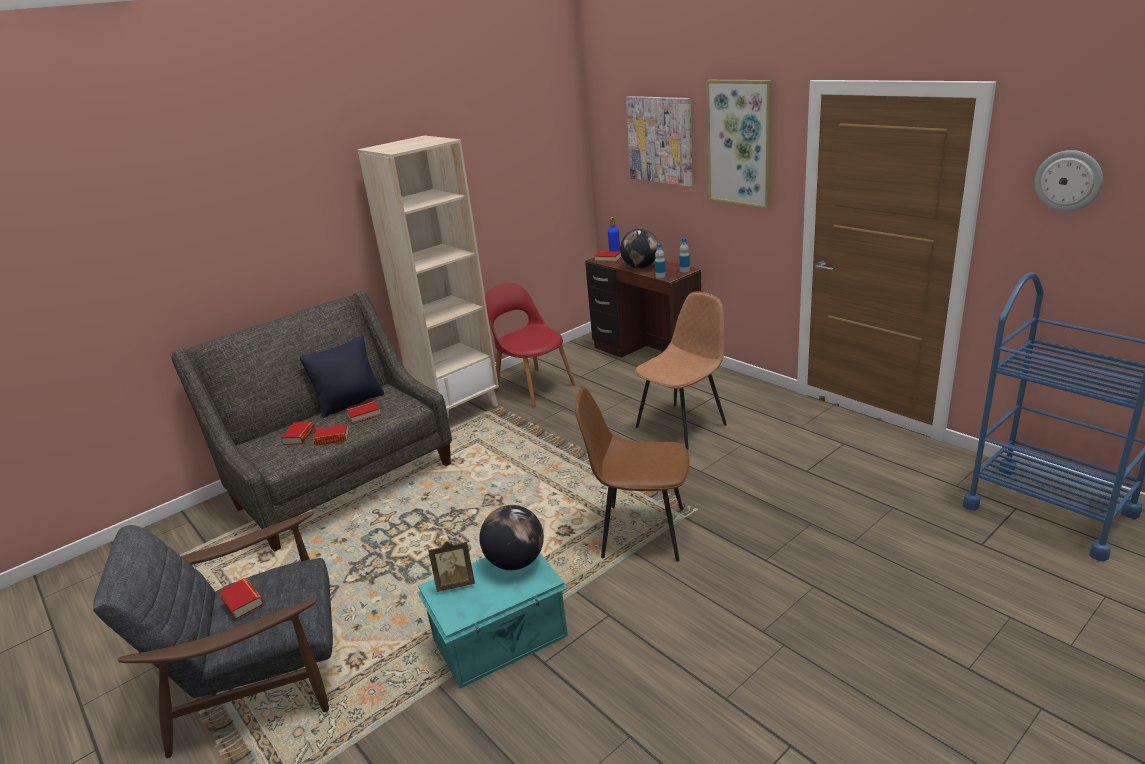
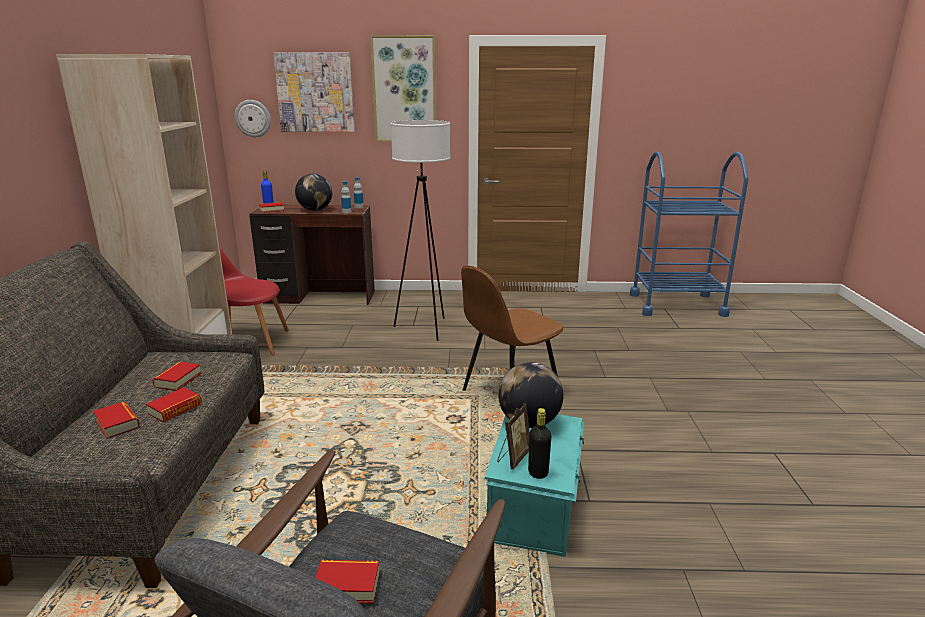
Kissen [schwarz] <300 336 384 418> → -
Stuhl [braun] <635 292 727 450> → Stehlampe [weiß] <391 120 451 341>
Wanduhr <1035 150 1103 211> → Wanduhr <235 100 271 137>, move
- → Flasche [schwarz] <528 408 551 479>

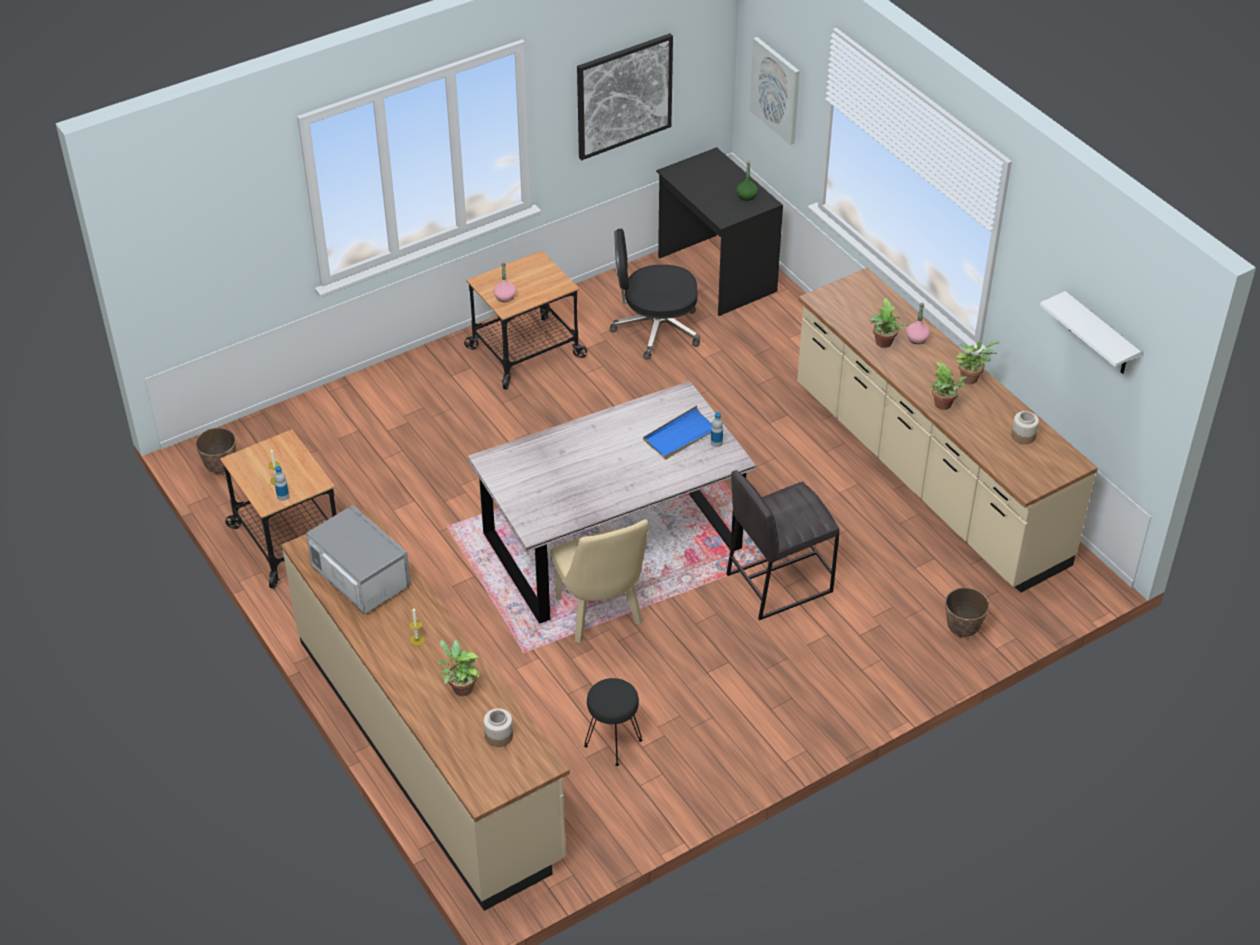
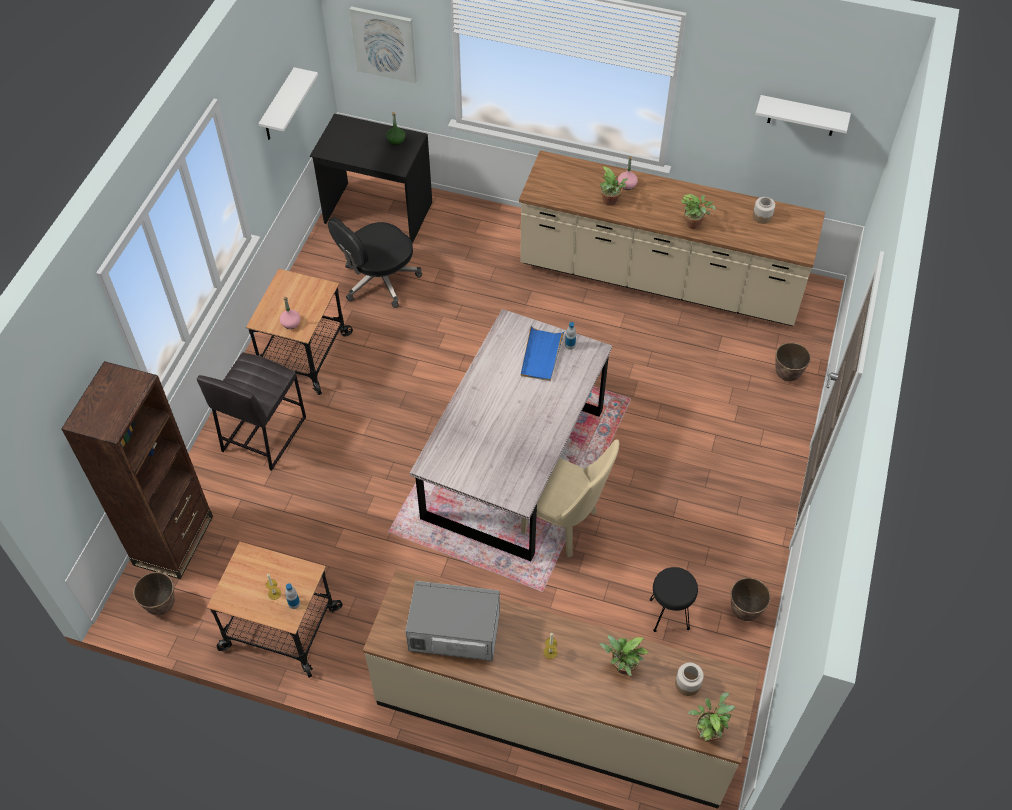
Bild <577 33 673 160> → Wandregal [weiß] <258 67 318 140>
Hocker [grau] <726 470 840 620> → Hocker [grau] <197 352 306 471>, move
Topfpflanze <956 340 999 384> → Topfpflanze <688 692 735 742>, move
- → Bücherregal [braun] <61 361 213 579>
- → Pflanzkübel <731 578 771 621>

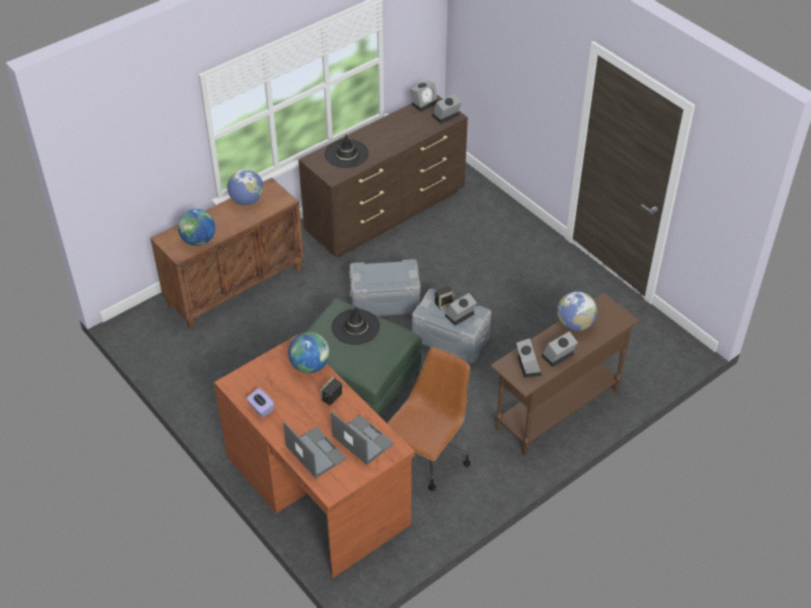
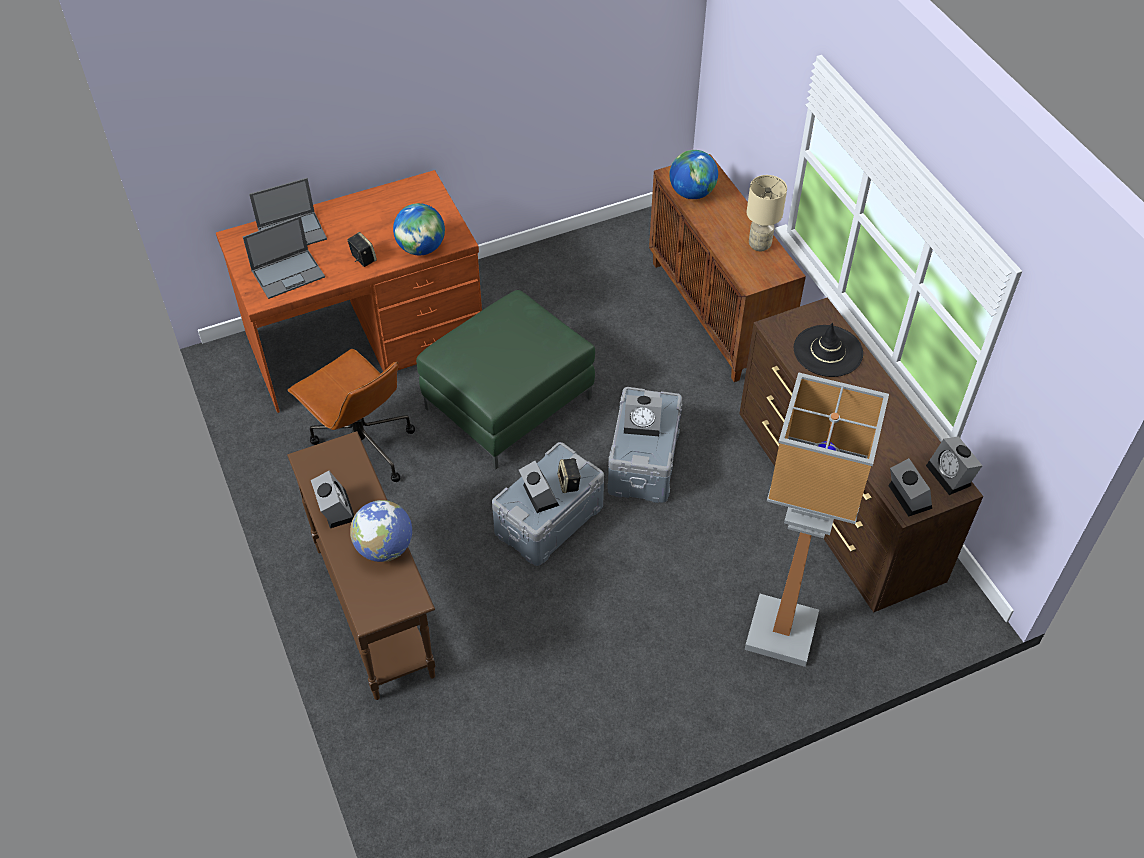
Globus <227 169 264 205> → Tischlampe [beige] <747 175 787 251>
Taschentuchbox [lila] <246 388 275 418> → -
Hut [schwarz] <332 307 380 345> → -
Wecker <516 338 542 378> → Wecker <624 395 662 436>, move
- → Stehlampe <744 372 889 667>

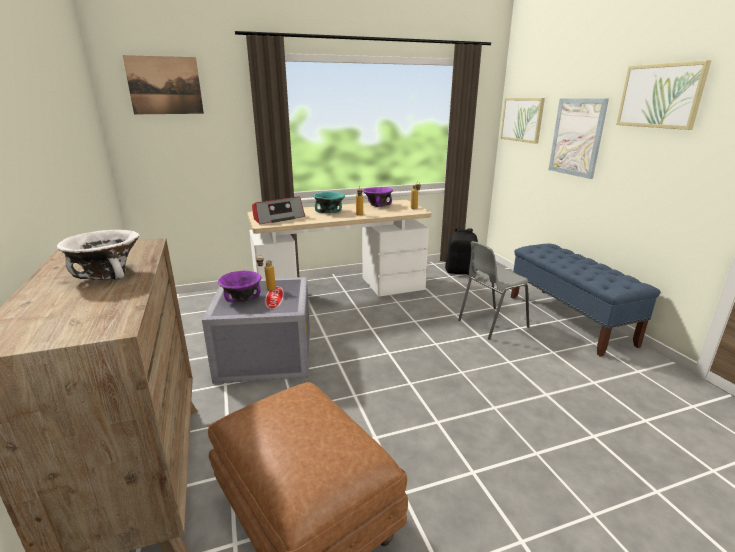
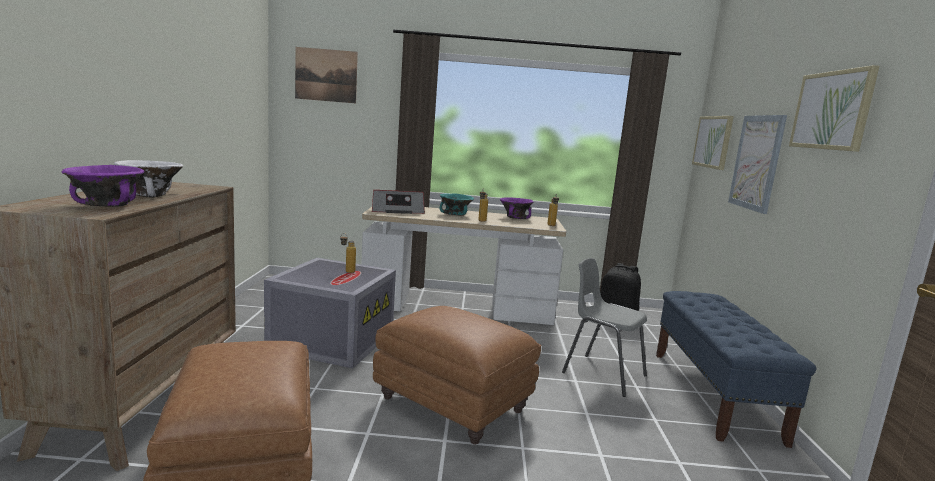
Schüssel [lila] <218 271 262 302> → Schüssel [lila] <62 165 144 207>, move
Stuhl [grau] <458 241 529 340> → Stuhl [grau] <562 258 647 397>, 45 degrees clockwise
- → Polsterhocker [braun] <373 306 541 444>

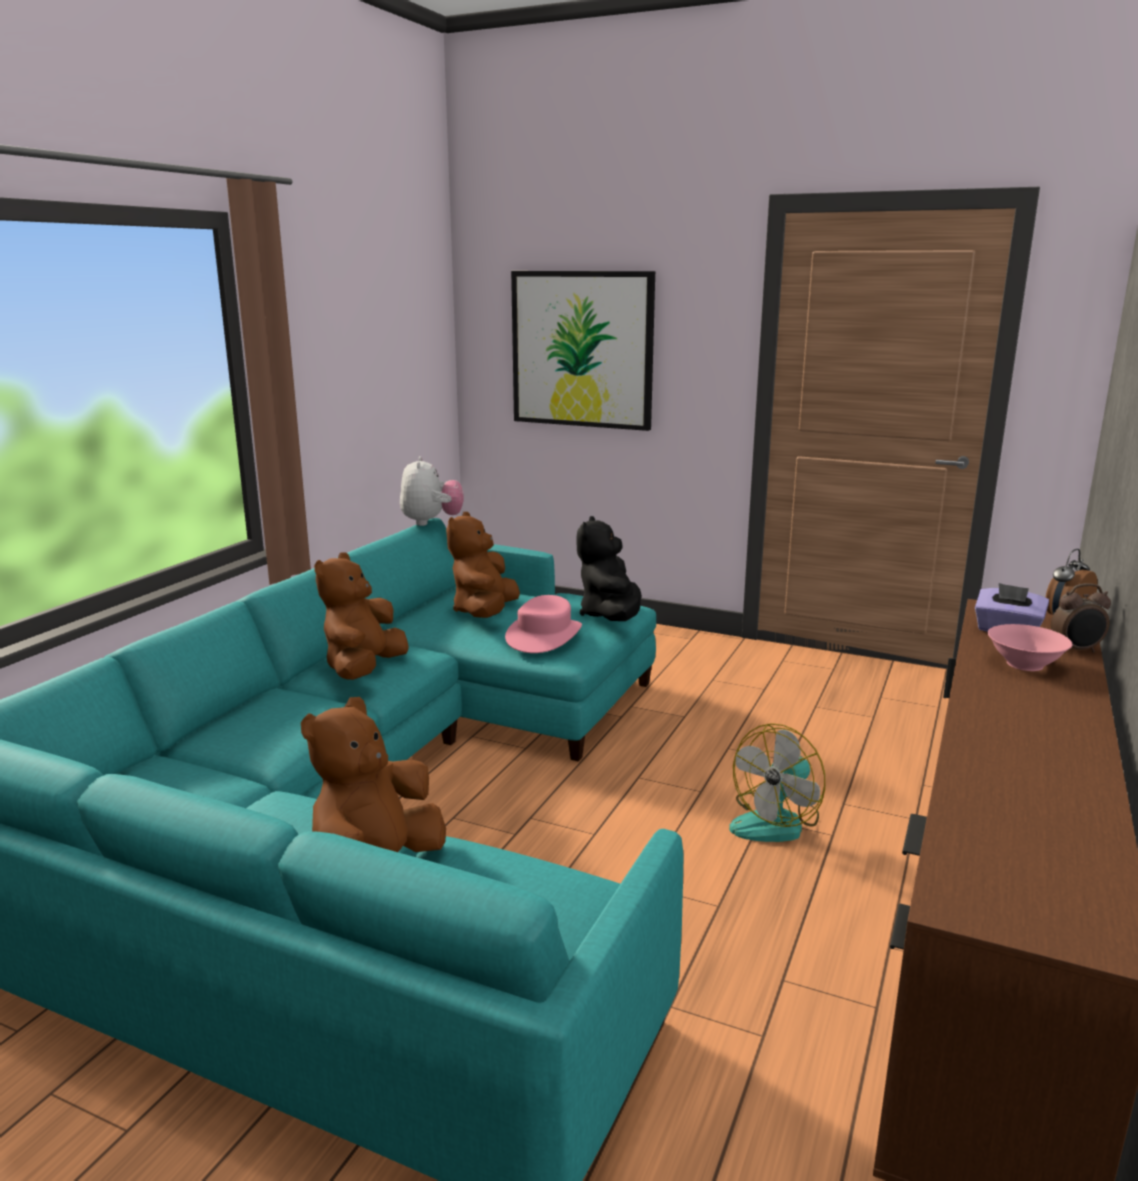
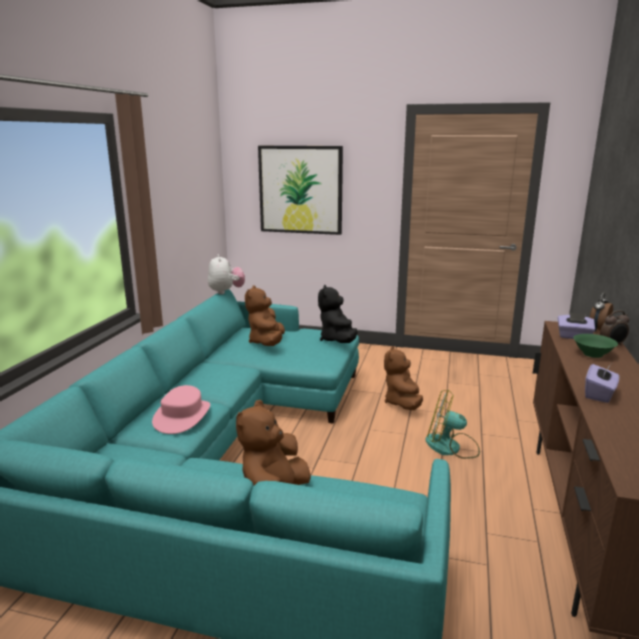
Plüschtier [braun] <314 552 409 680> → Plüschtier [braun] <384 346 423 410>, move
Hut [rosa] <505 595 582 653> → Hut [rosa] <152 385 210 434>, move
Ventilator <729 723 825 842> → Ventilator <426 390 480 459>, 75 degrees clockwise
Schüssel [rosa] <988 624 1073 671> → Schüssel [grün] <573 334 618 358>
- → Taschentuchbox [lila] <585 364 619 403>

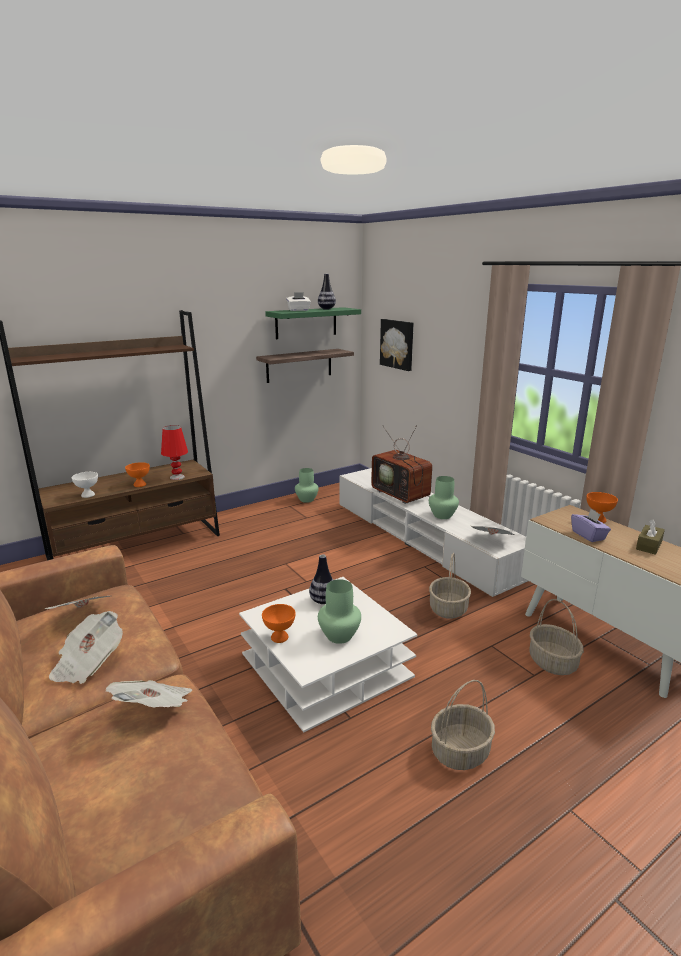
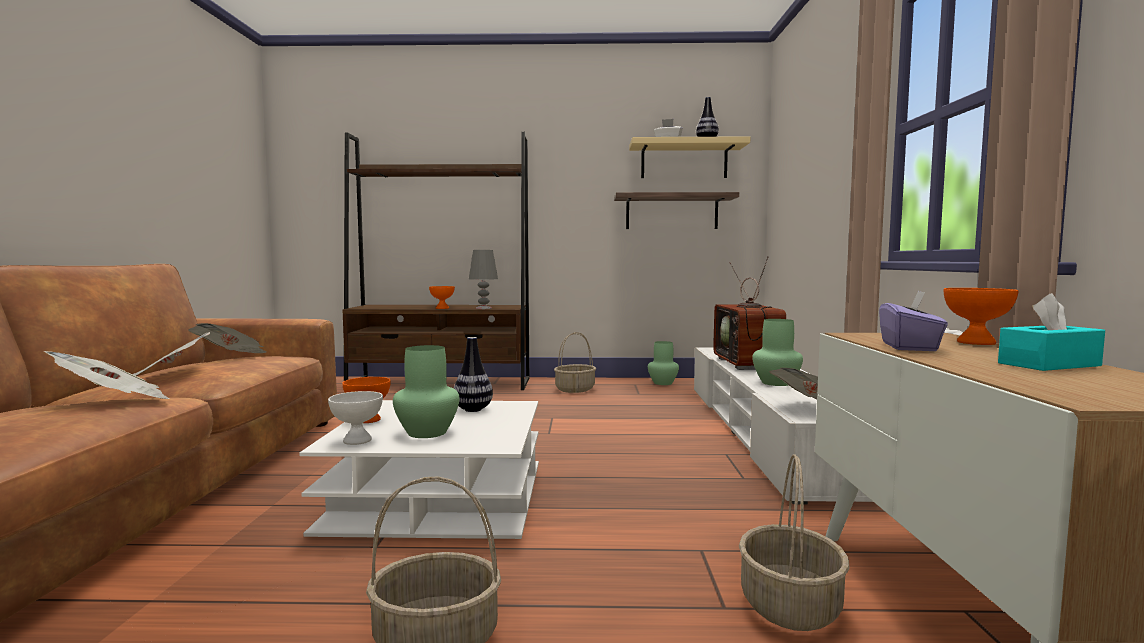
Schüssel [weiß] <72 472 98 498> → Schüssel [weiß] <328 391 383 445>, move
Tischlampe [rot] <161 425 188 480> → Tischlampe [grau] <469 250 498 309>
Wandregal [grün] <265 307 361 339> → Wandregal [beige] <629 136 750 178>
Bild <380 319 414 371> → -
Korb <429 553 471 619> → Korb <554 332 596 393>, move
Taschentuchbox [braun] <636 519 665 555> → Taschentuchbox [türkis] <998 293 1105 371>

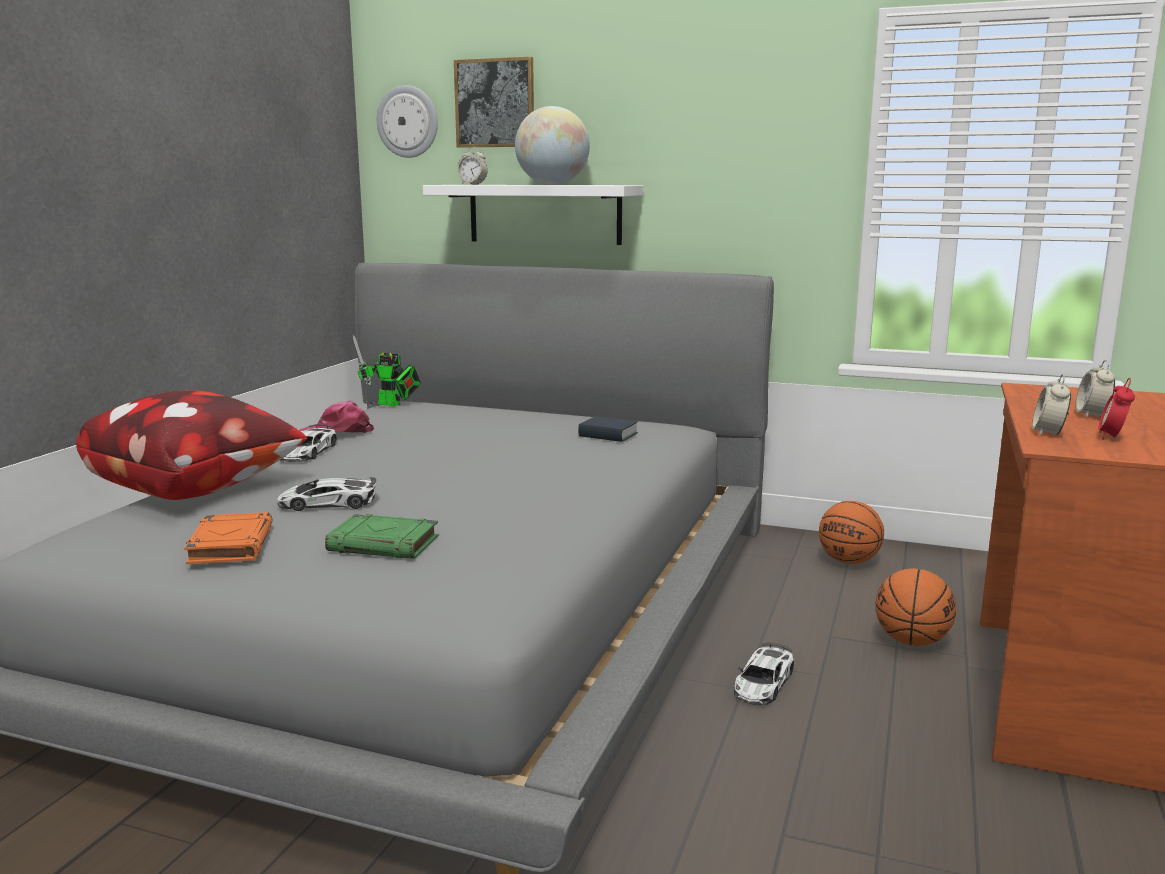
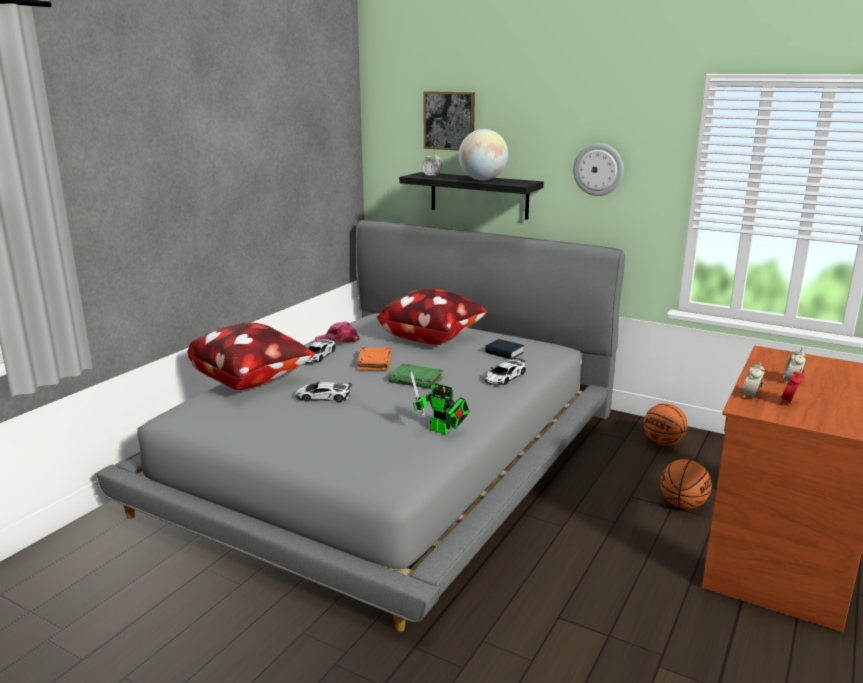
Buch [orange] <184 512 273 564> → Buch [orange] <357 347 392 370>, move
Buch [grün] <325 514 438 559> → Buch [grün] <389 364 443 389>, move
Spielzeugroboter <353 335 421 406> → Spielzeugroboter <410 371 470 435>, move
Wanduhr <377 85 438 158> → Wanduhr <573 143 624 196>, move
Wandregal [weiß] <423 185 643 245> → Wandregal [schwarz] <399 172 544 220>
Spielzeugauto <734 643 794 705> → Spielzeugauto <485 358 526 386>, move
- → Kissen <376 288 488 345>

